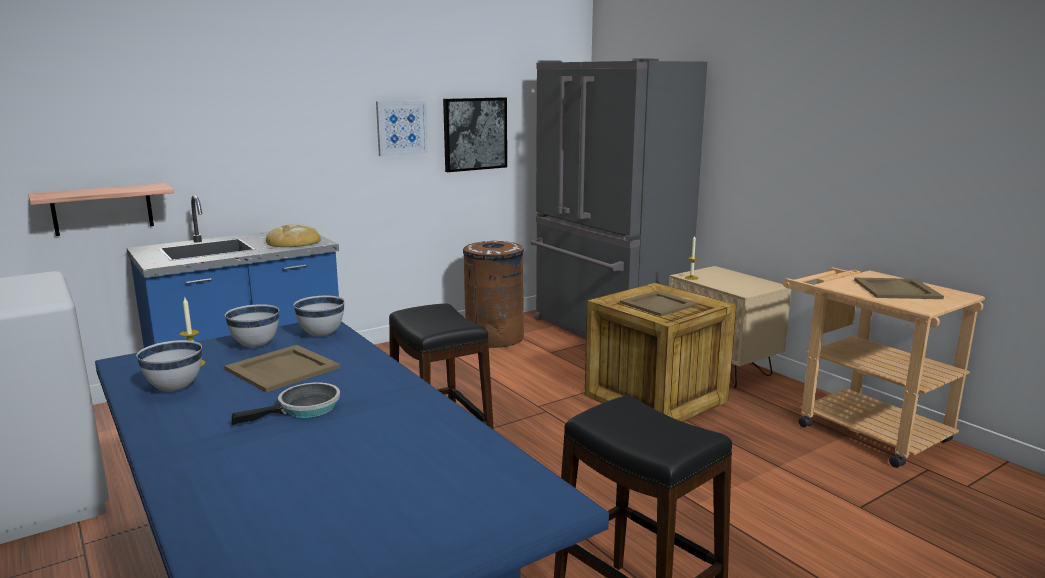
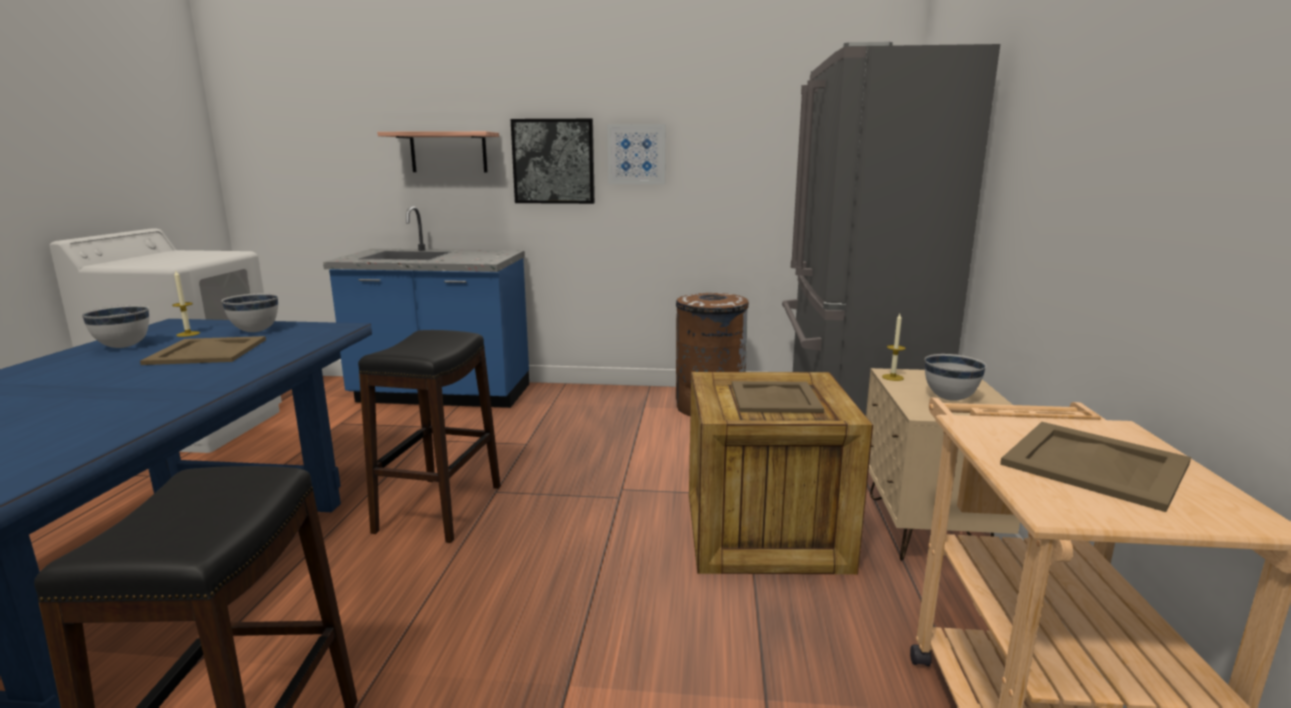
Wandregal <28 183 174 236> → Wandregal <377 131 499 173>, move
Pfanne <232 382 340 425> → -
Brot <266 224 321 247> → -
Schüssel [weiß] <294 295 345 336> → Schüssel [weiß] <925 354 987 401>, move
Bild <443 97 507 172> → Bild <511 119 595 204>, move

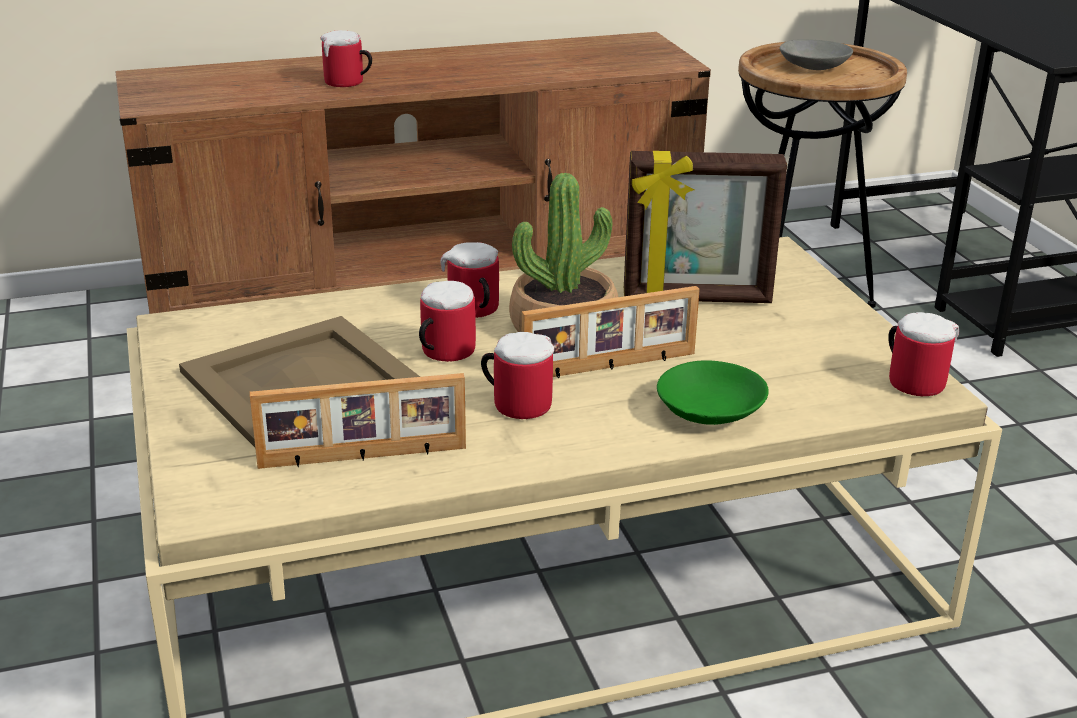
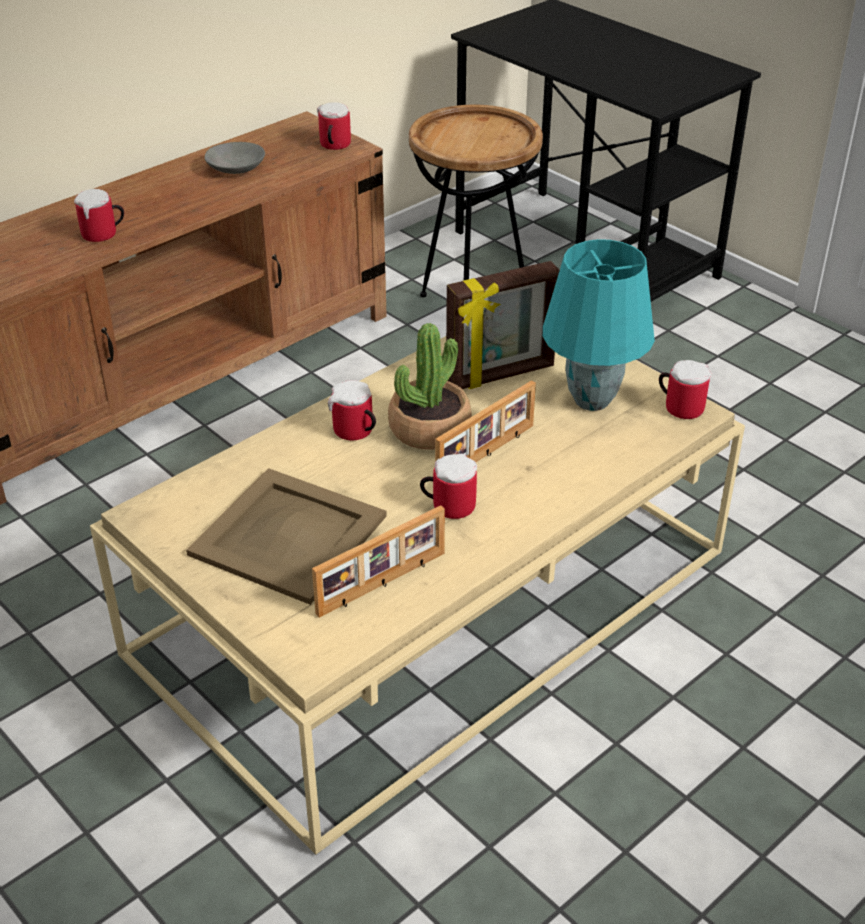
Henkelbecher <419 281 476 362> → Henkelbecher <317 102 351 150>, move
Schüssel [grün] <657 360 769 425> → -
Schüssel [grau] <779 40 853 70> → Schüssel [grau] <205 142 265 174>, move
- → Tischlampe [türkis] <543 239 655 411>

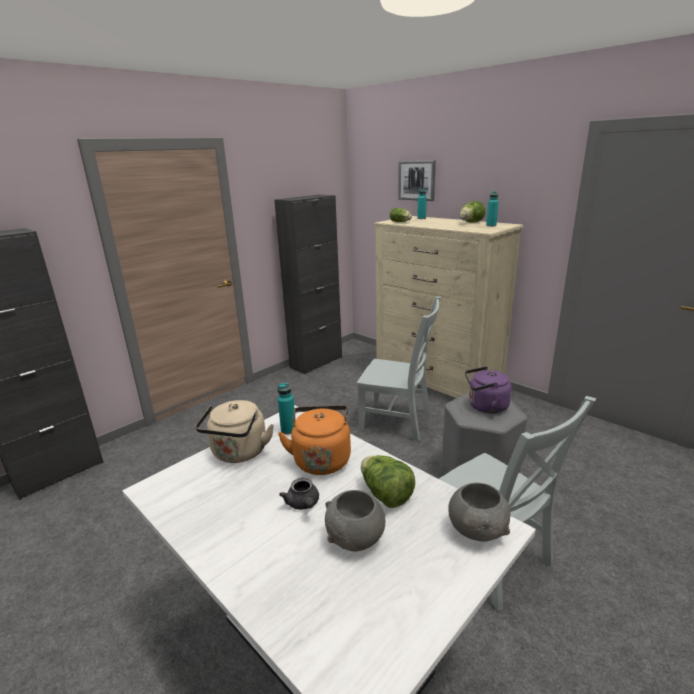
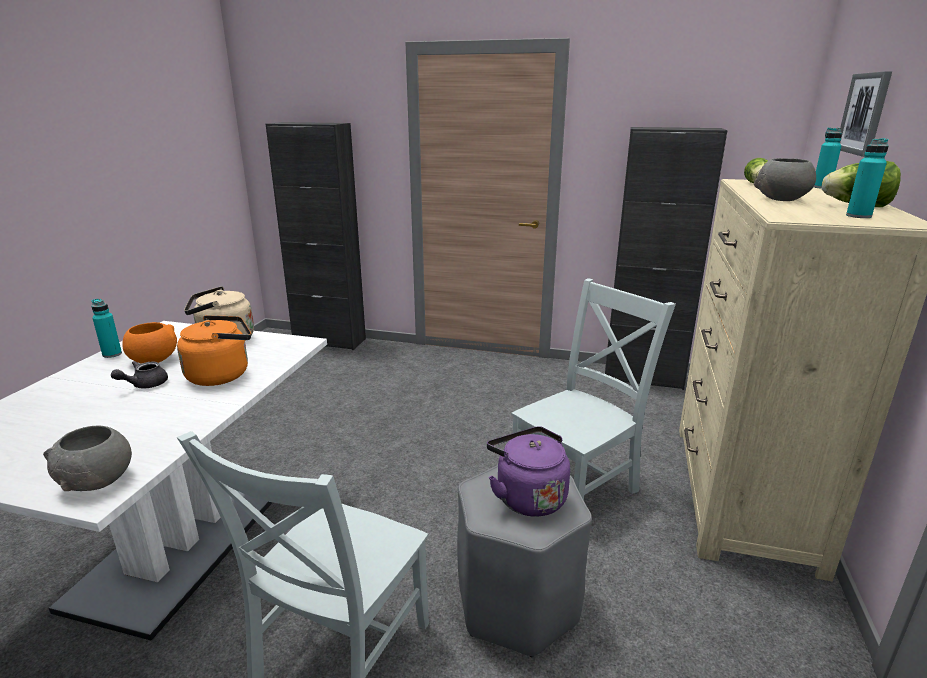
Flasche [türkis] <278 383 296 434> → Flasche [türkis] <91 299 122 358>, move
Schüssel [grau] <325 490 385 551> → Schüssel [grau] <754 158 816 201>, move
Stuhl [grau] <357 296 441 441> → Stuhl [grau] <511 278 676 500>, 120 degrees counterclockwise
Salatkopf <361 455 415 508> → -
- → Schüssel [orange] <122 322 177 364>

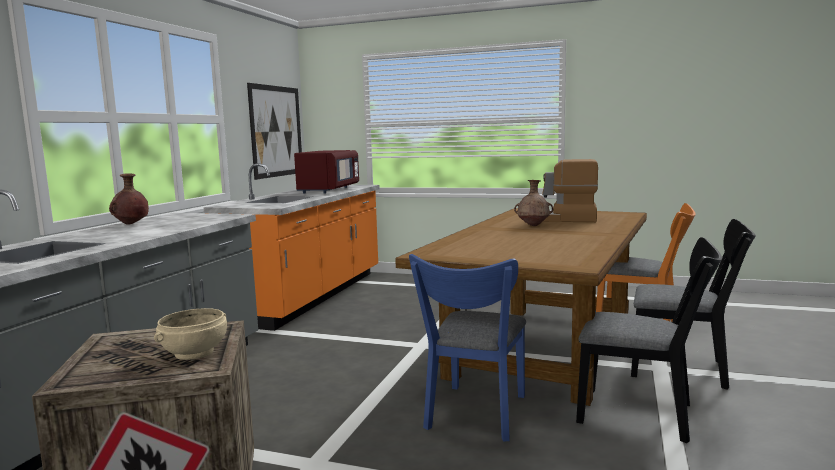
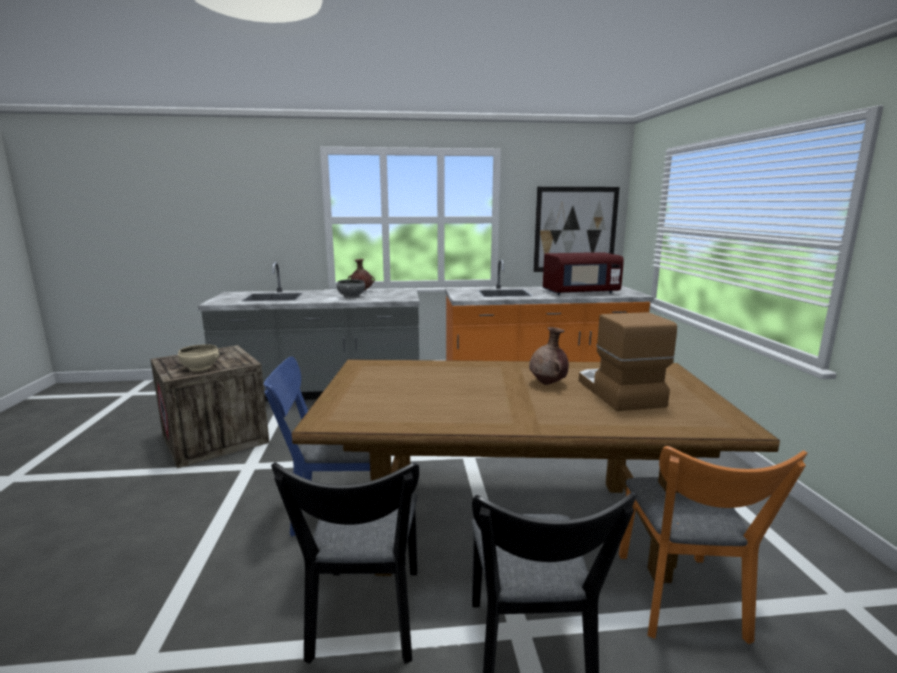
- → Schüssel [grau] <337 279 365 298>

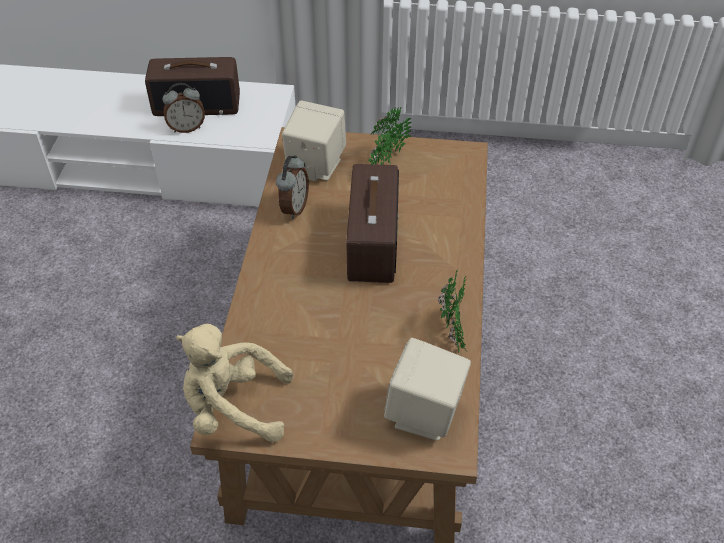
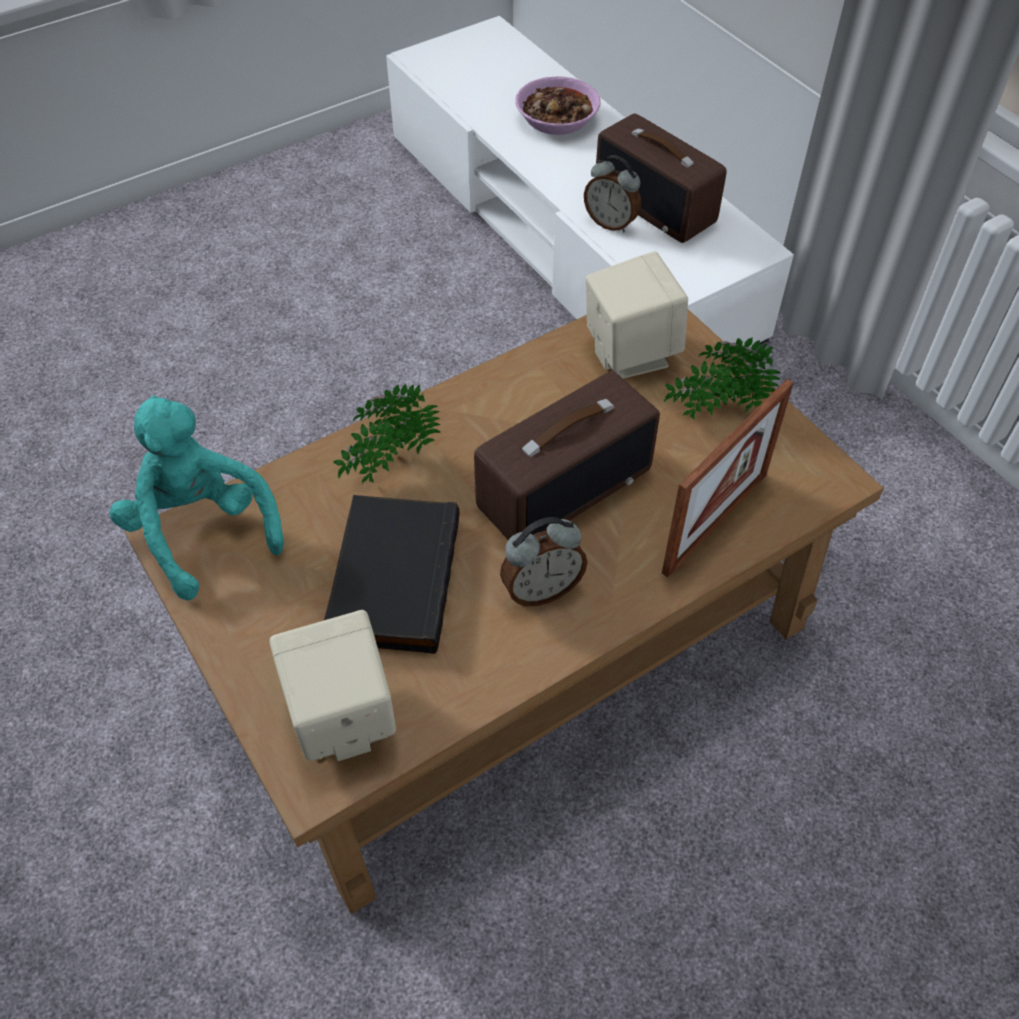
Plüschtier [beige] <176 324 293 442> → Plüschtier [türkis] <110 395 284 600>
Wecker <276 155 309 220> → Wecker <500 517 588 606>, move
Topfpflanze <438 269 468 356> → Topfpflanze <333 384 441 484>, move
- → Buch [schwarz] <324 495 460 654>
- → Schüssel <515 76 601 135>
- → Bilderrahmen <662 379 794 578>

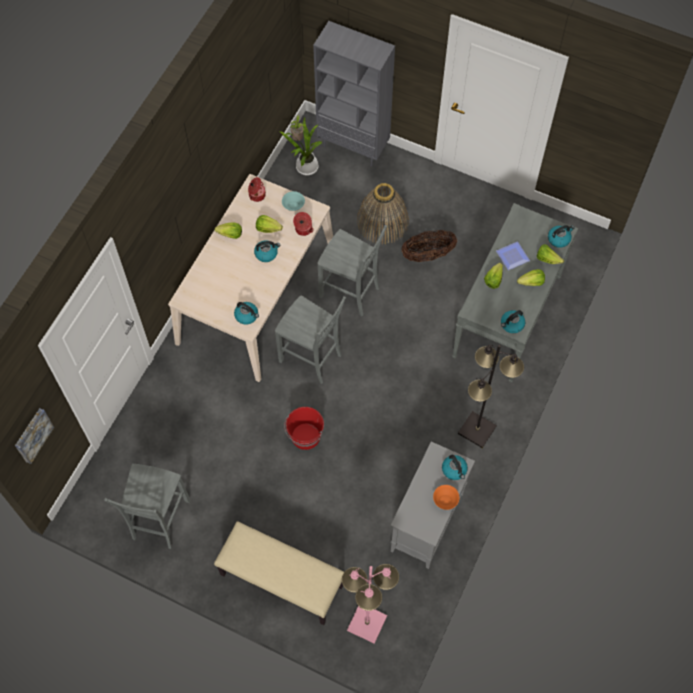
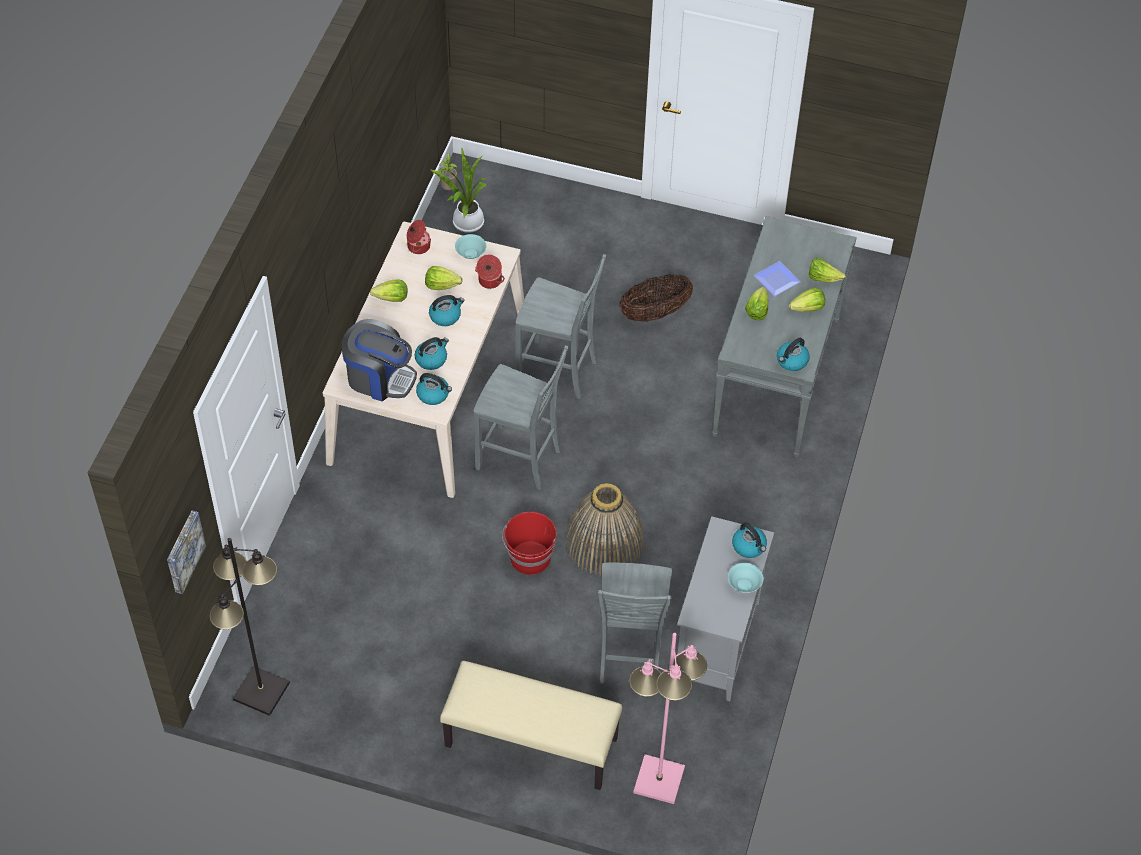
Stuhl [grau] <104 464 190 549> → Stuhl [grau] <598 563 672 684>, move
Bücherregal [grau] <313 21 395 166> → -
Korb <357 183 409 244> → Korb <565 483 644 576>, move
Schüssel [orange] <433 485 459 510> → Schüssel [türkis] <728 563 763 593>
Stehlampe [schwarz] <458 344 524 448> → Stehlampe [schwarz] <210 538 290 716>, move
Wasserkessel <548 225 575 248> → Wasserkessel <415 337 449 370>, move
- → Kaffeemaschine <342 319 417 402>

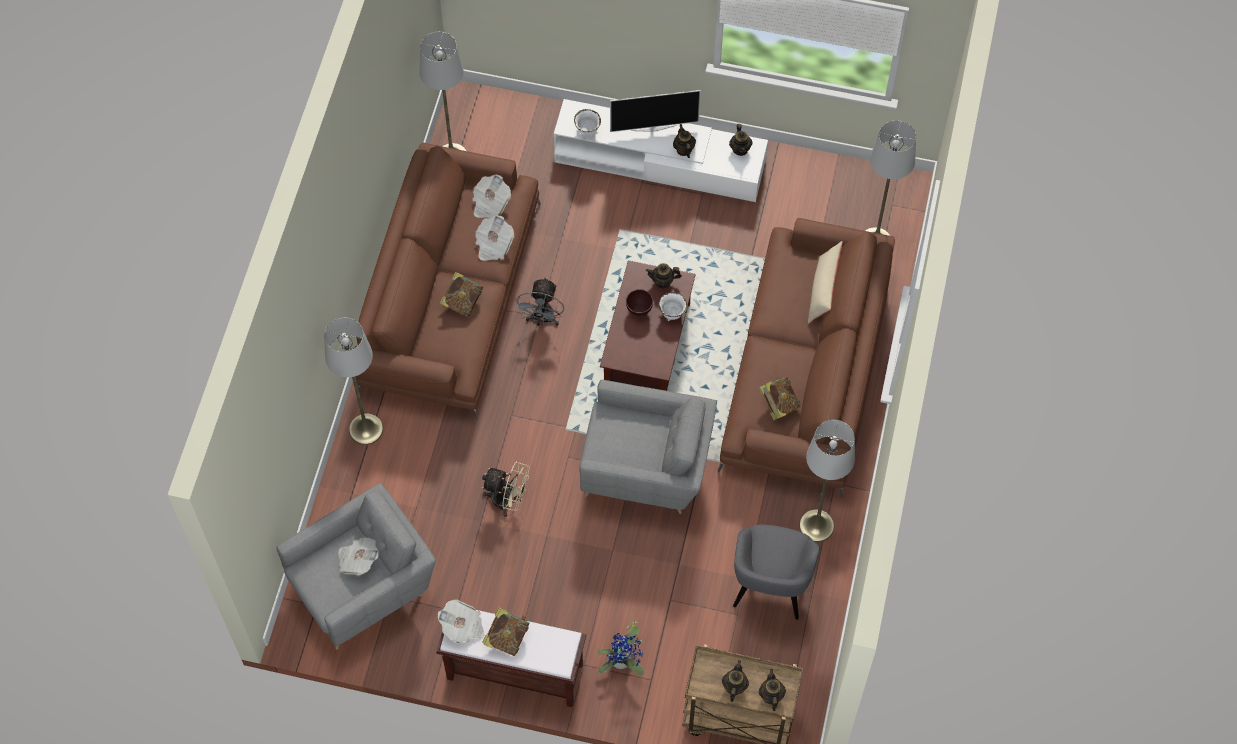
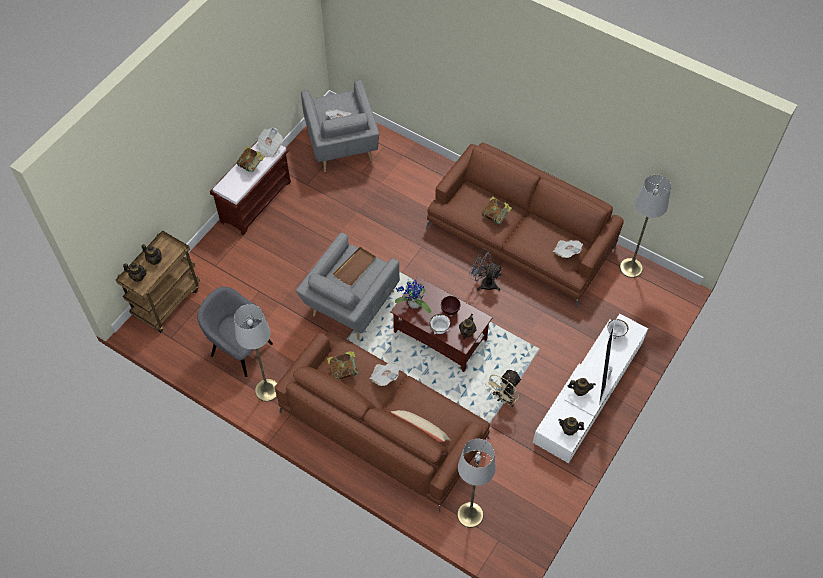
Stehlampe [grau] <324 317 383 445> → -
Zeitung <475 215 514 261> → Zeitung <370 363 400 386>, move
Ventilator [beige] <482 461 530 517> → Ventilator [beige] <485 370 522 407>, move
Topfpflanze <598 618 644 676> → Topfpflanze <395 279 431 313>, move
- → Tablett [braun] <333 247 376 286>

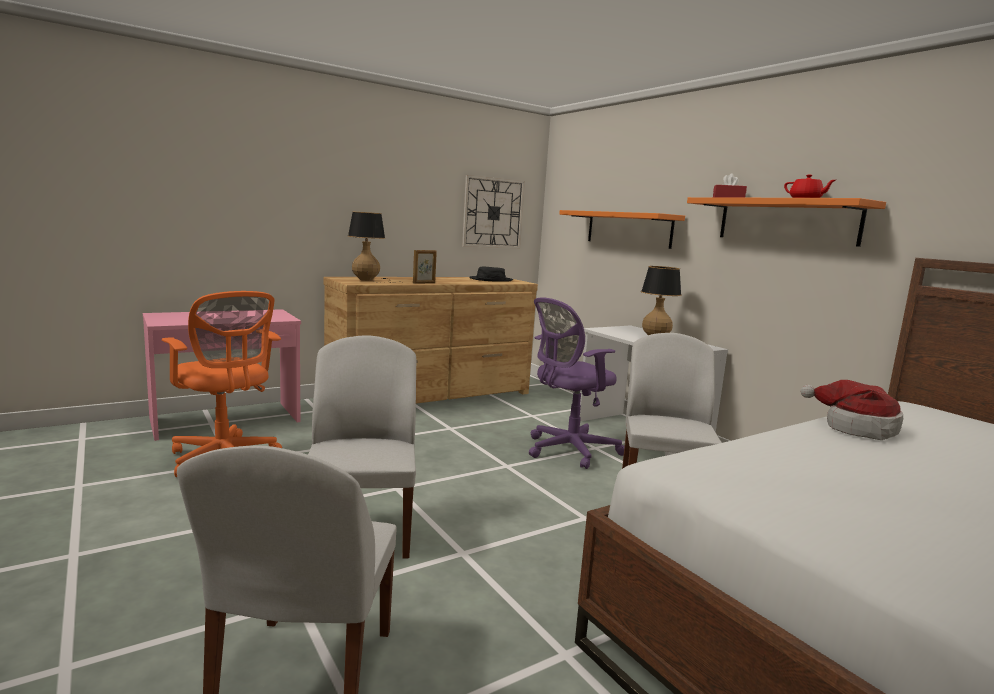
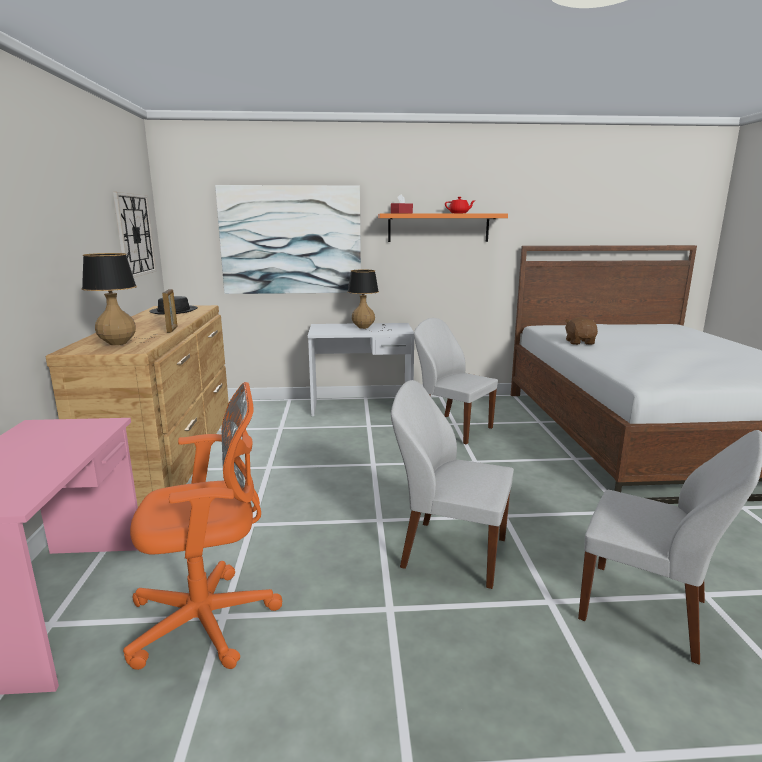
Bürostuhl [lila] <529 297 624 469> → -
Wandregal [orange] <559 210 685 249> → Bild <215 185 361 294>
Hut <801 380 903 440> → Plüschtier [braun] <565 317 598 345>

